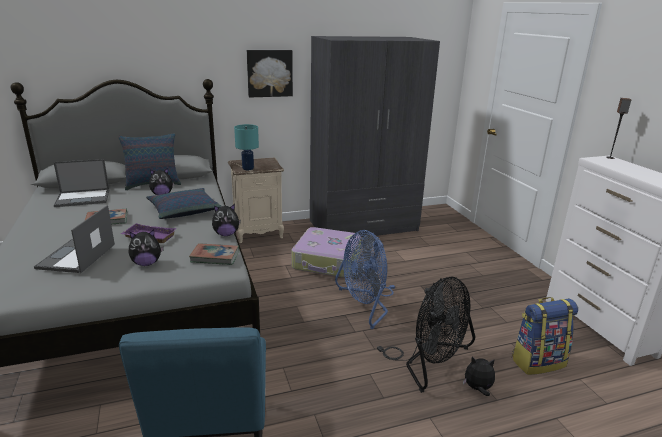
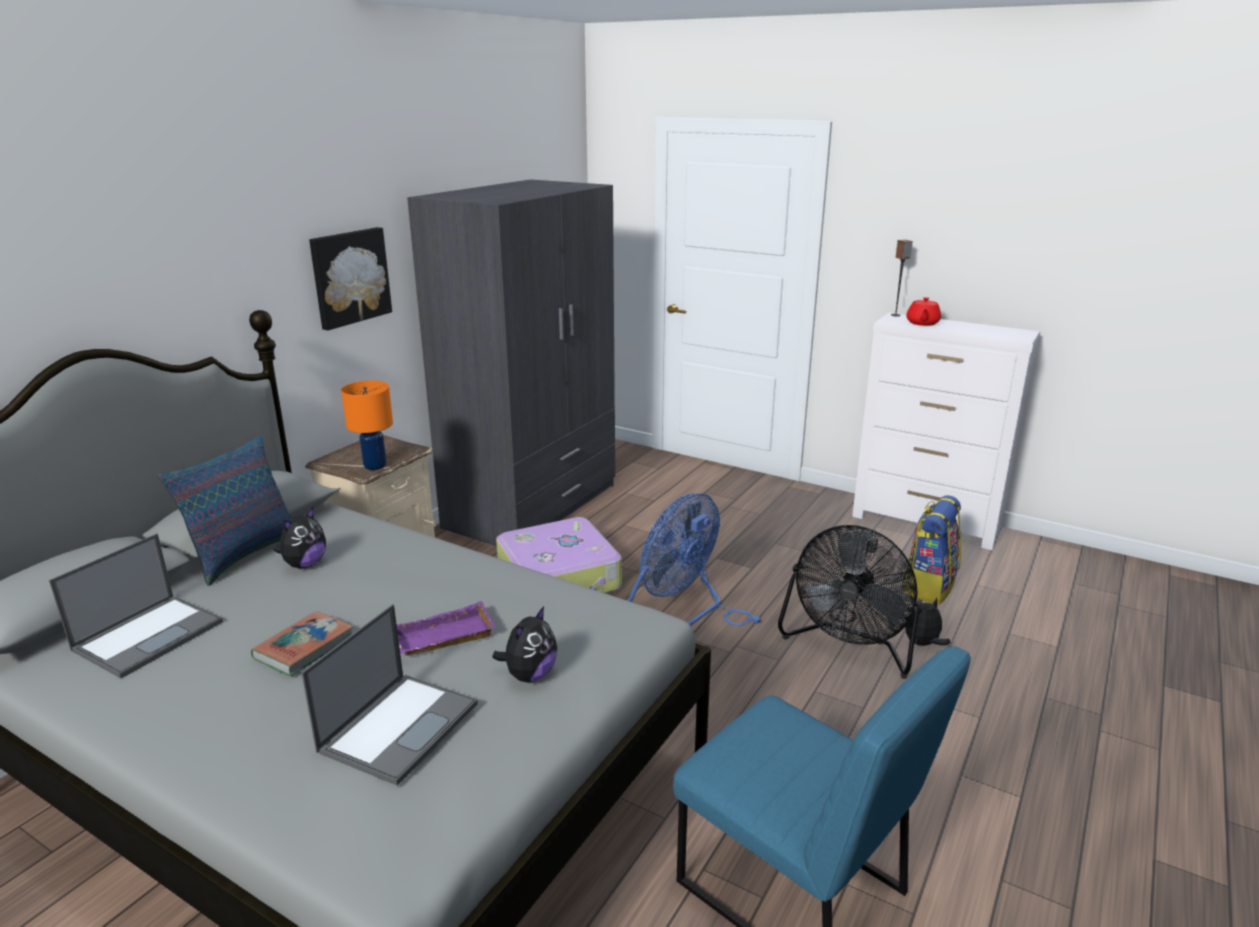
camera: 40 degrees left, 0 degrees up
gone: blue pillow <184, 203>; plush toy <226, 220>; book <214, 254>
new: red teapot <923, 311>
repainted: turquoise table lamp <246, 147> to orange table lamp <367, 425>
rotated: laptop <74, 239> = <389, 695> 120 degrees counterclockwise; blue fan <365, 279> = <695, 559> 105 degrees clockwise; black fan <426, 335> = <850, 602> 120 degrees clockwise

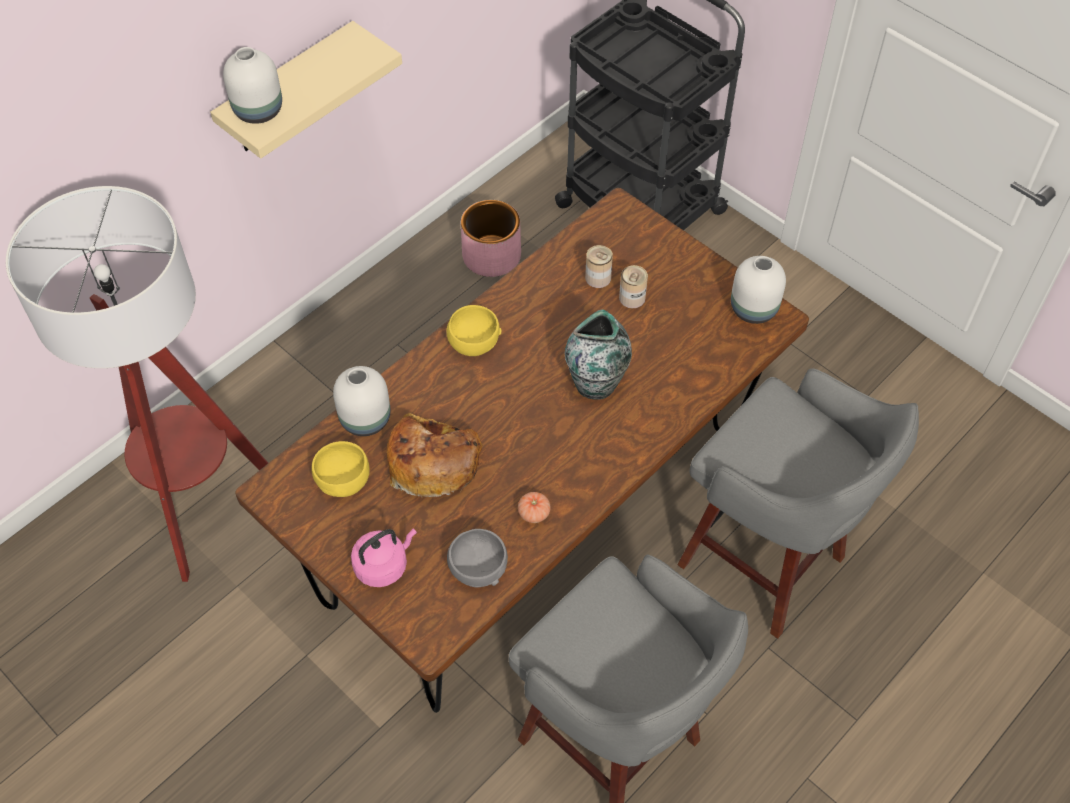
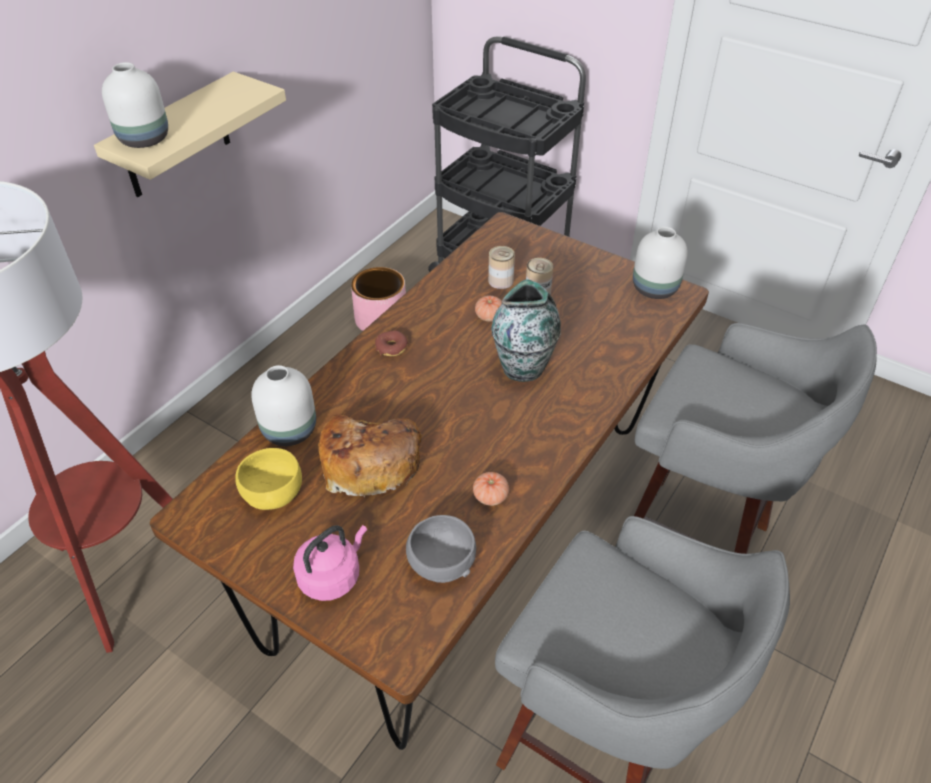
camera: 10 degrees left, 10 degrees down
new: tomato <488, 309>
swapped: yellow bowl <474, 330> to donut <391, 343>

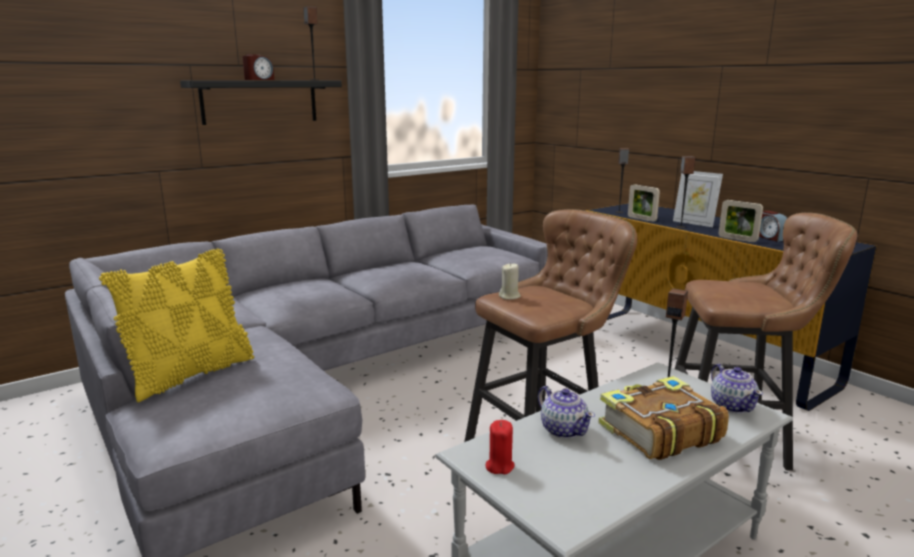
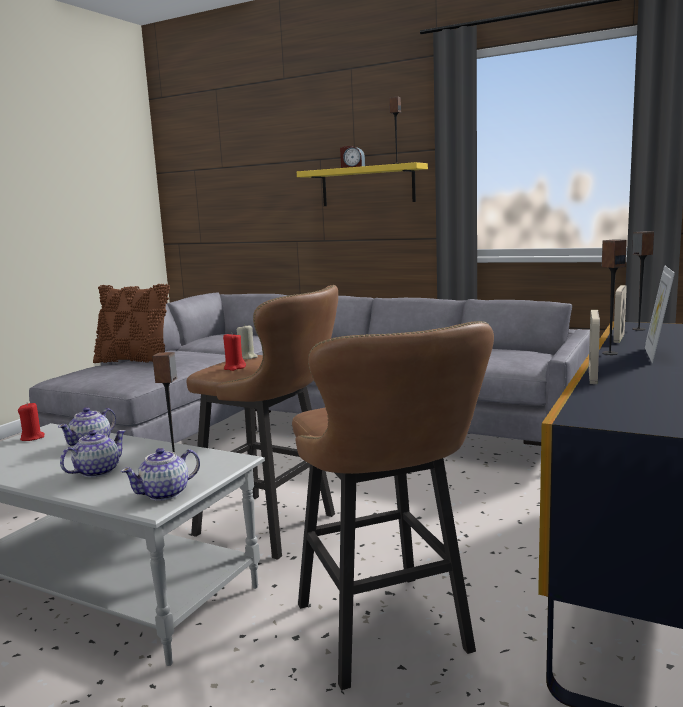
camera: 65 degrees right, 5 degrees down
gone: alarm clock <773, 226>
new: red candle <234, 351>
swapped: book <663, 418> to teapot <93, 454>
repainted: black shelf <261, 102> to yellow shelf <362, 184>; yellow pillow <176, 325> to brown pillow <131, 323>

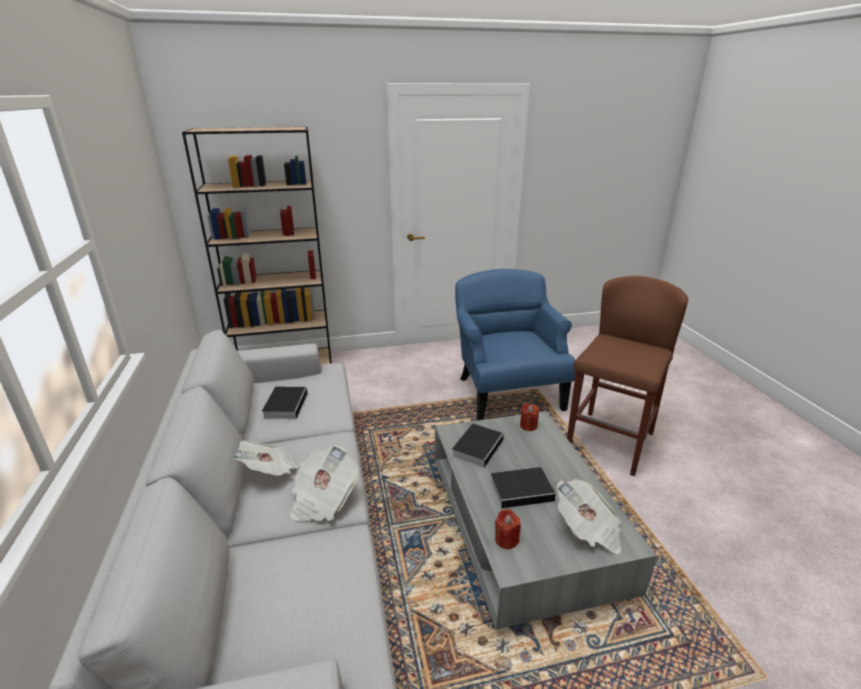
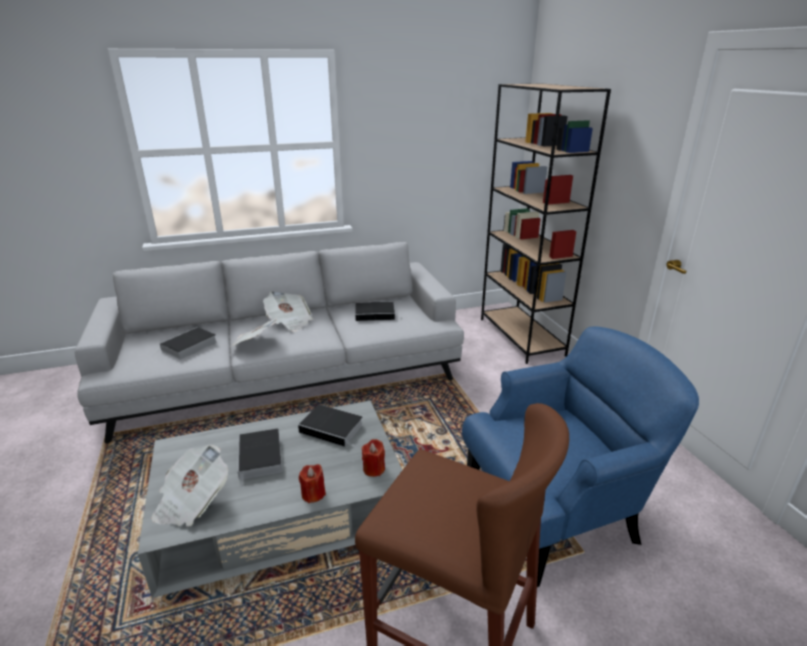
camera: 85 degrees right, 0 degrees up
new: book <186, 343>
shifted: red candle <508, 529> to <312, 483>

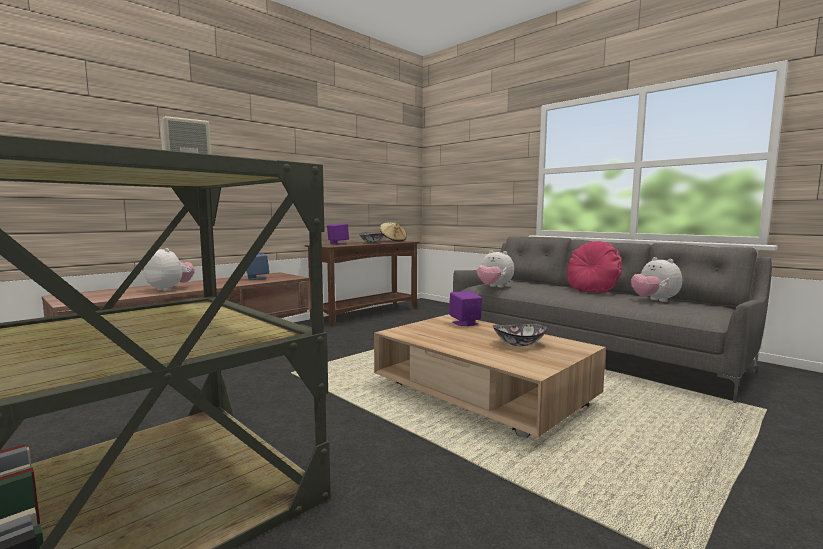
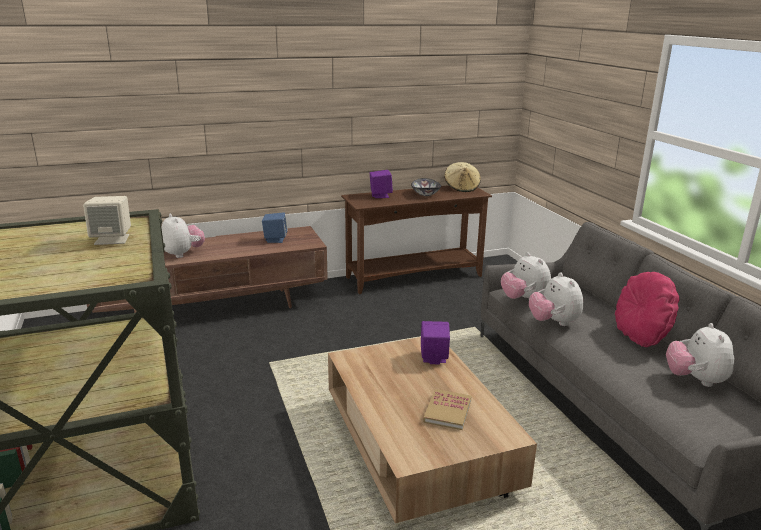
camera: 25 degrees right, 15 degrees up
new: plush toy <556, 299>
swapped: bowl <520, 335> to book <447, 409>

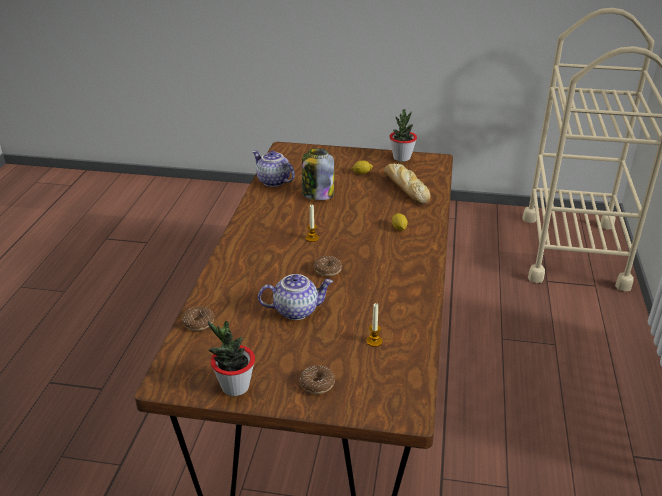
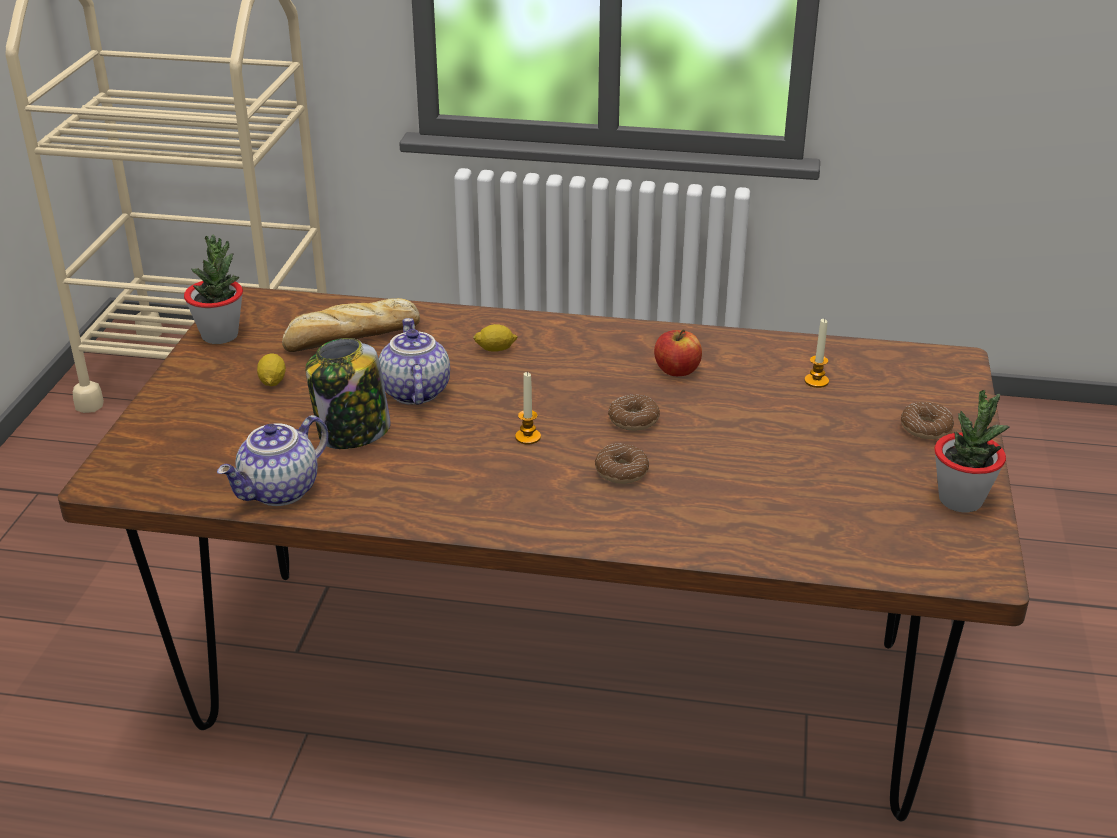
camera: 90 degrees left, 0 degrees up
new: apple <678, 352>
shifted: teapot <295, 297> to <414, 361>; donut <198, 319> to <622, 463>

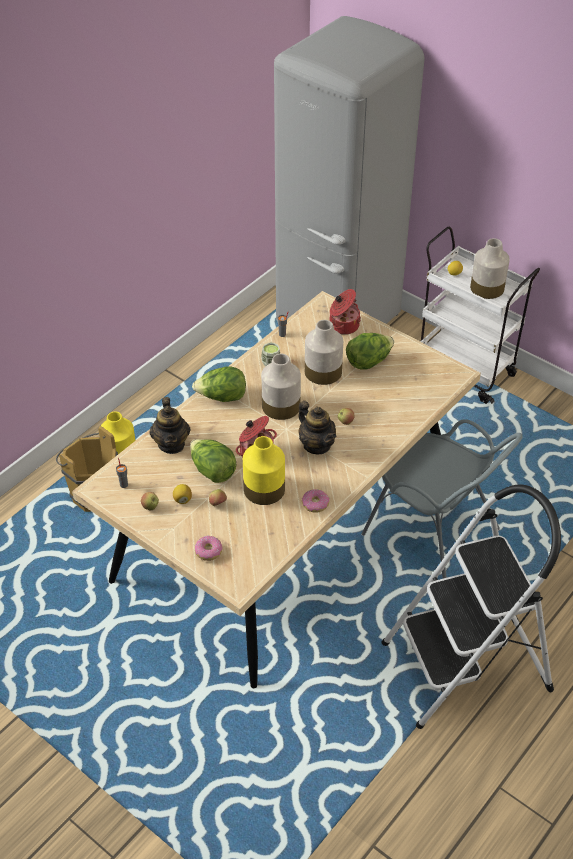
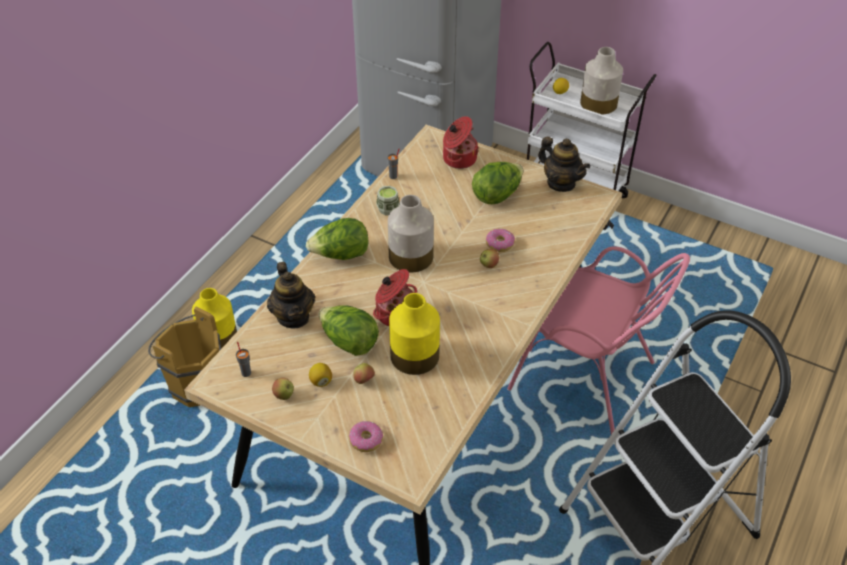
camera: 10 degrees left, 0 degrees up
gone: beige vase <324, 352>
shifted: teapot <317, 427> to <564, 164>; donut <315, 501> to <500, 240>
repainted: grey chair <442, 499> to pink chair <598, 340>

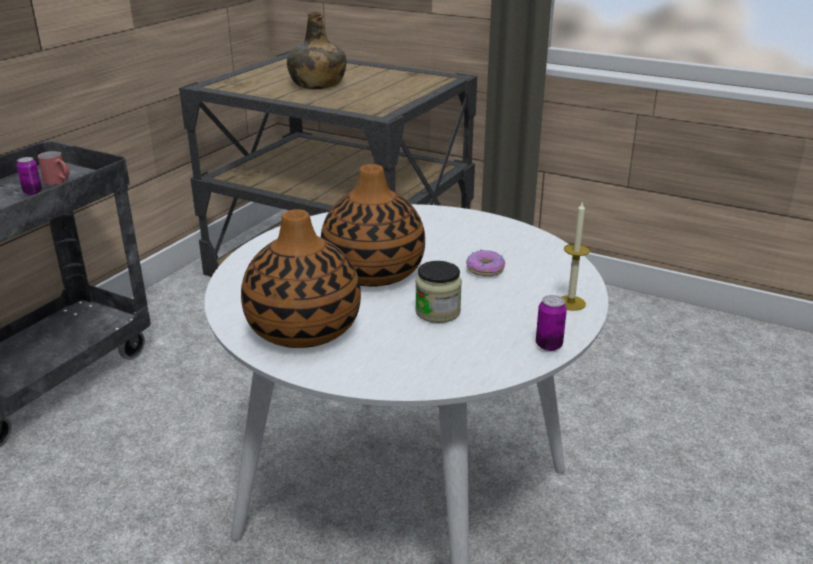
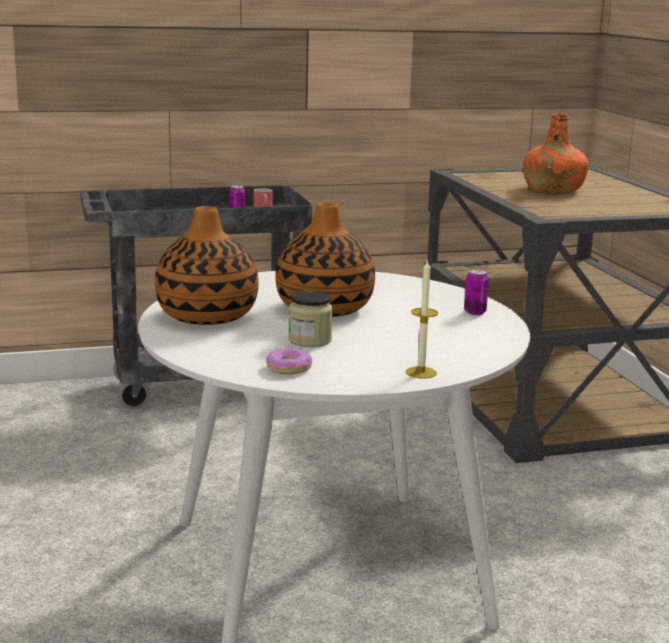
camera: 45 degrees right, 10 degrees down
shifted: donut <485, 262> to <289, 361>; can <551, 323> to <476, 292>
repainted: green bottle <316, 50> to orange bottle <556, 153>

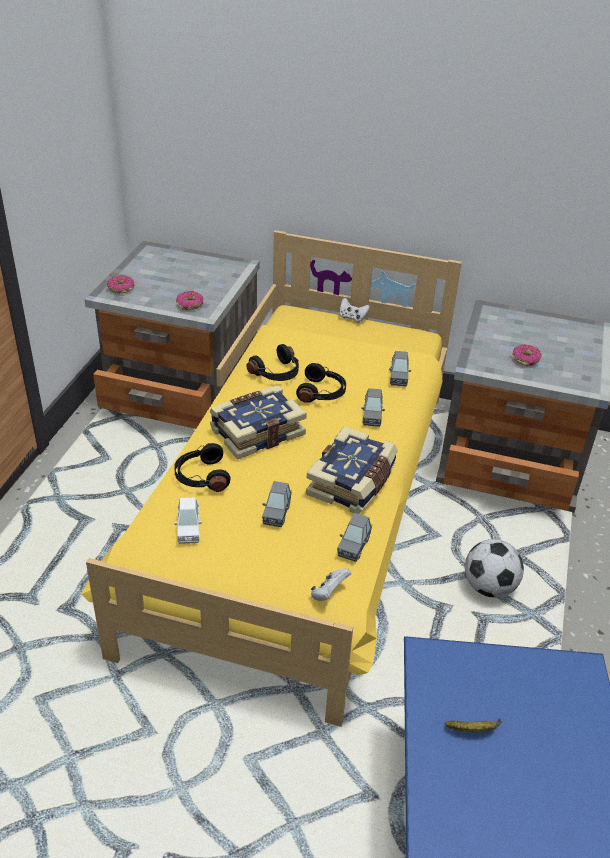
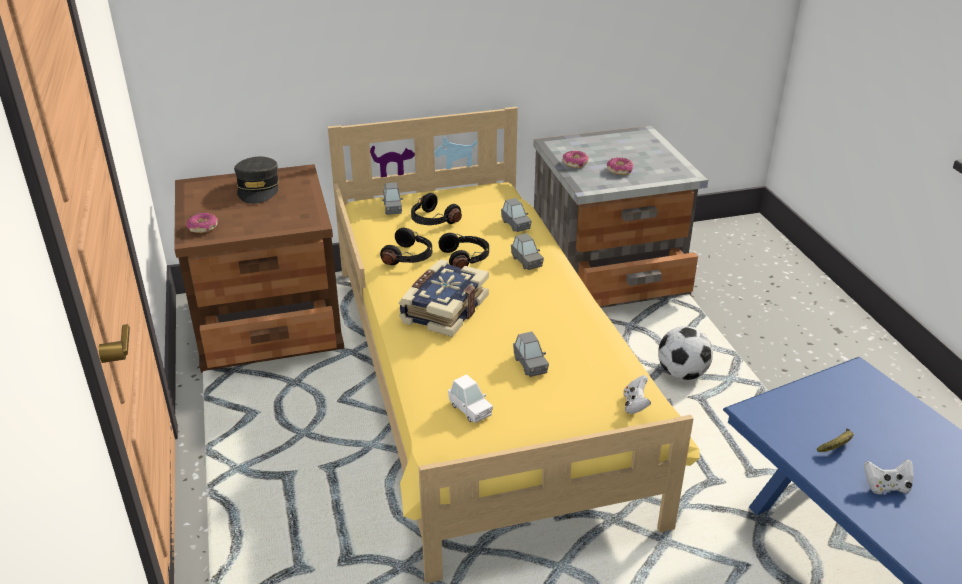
camera: 30 degrees left, 5 degrees down
gone: book <352, 470>
new: grey cap <256, 180>
shifted: donut <190, 301> to <576, 159>; white game controller <355, 310> to <889, 476>; black headphones <202, 467> to <436, 209>; grey toy car <354, 537> to <392, 198>
repainted: grey nightstand <172, 335> to brown nightstand <259, 268>

